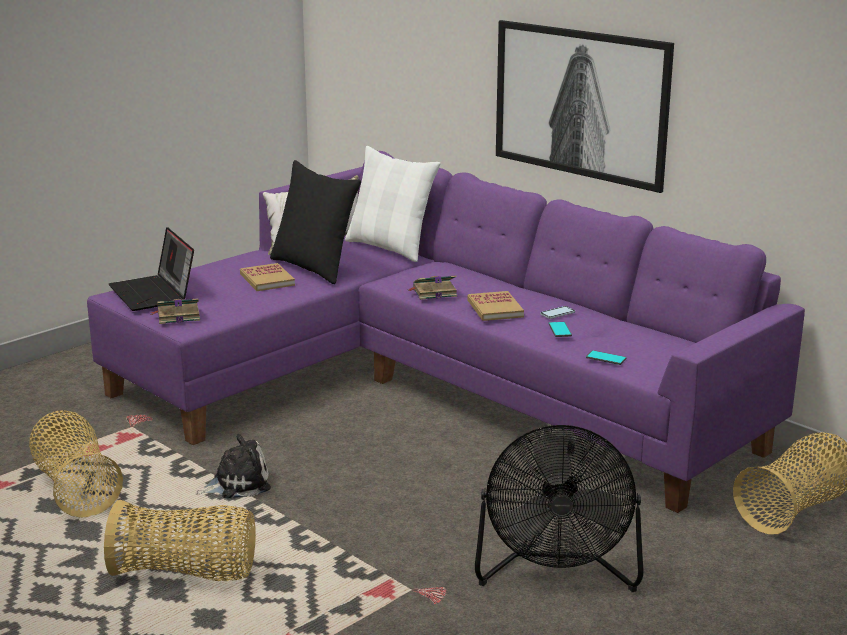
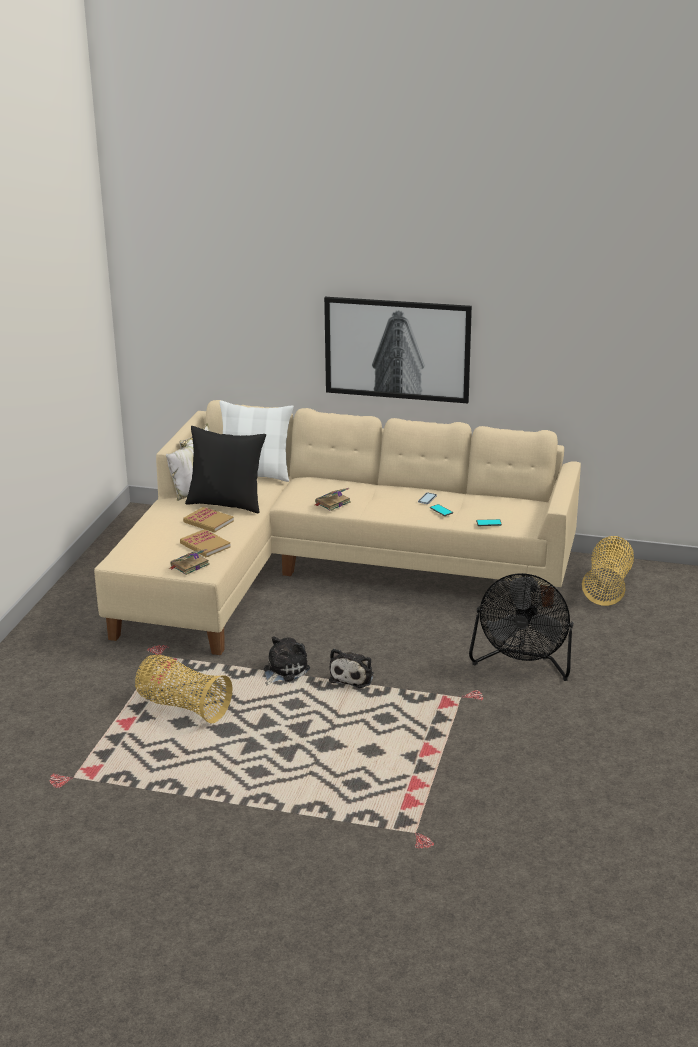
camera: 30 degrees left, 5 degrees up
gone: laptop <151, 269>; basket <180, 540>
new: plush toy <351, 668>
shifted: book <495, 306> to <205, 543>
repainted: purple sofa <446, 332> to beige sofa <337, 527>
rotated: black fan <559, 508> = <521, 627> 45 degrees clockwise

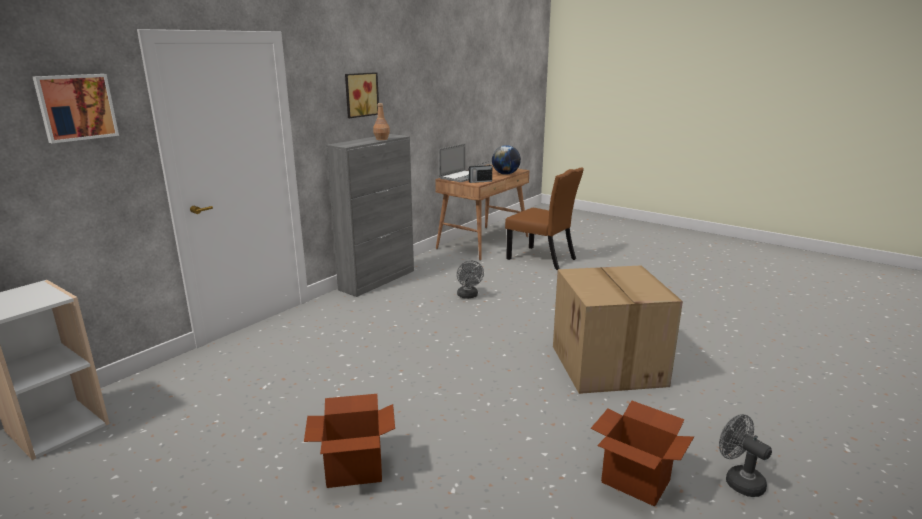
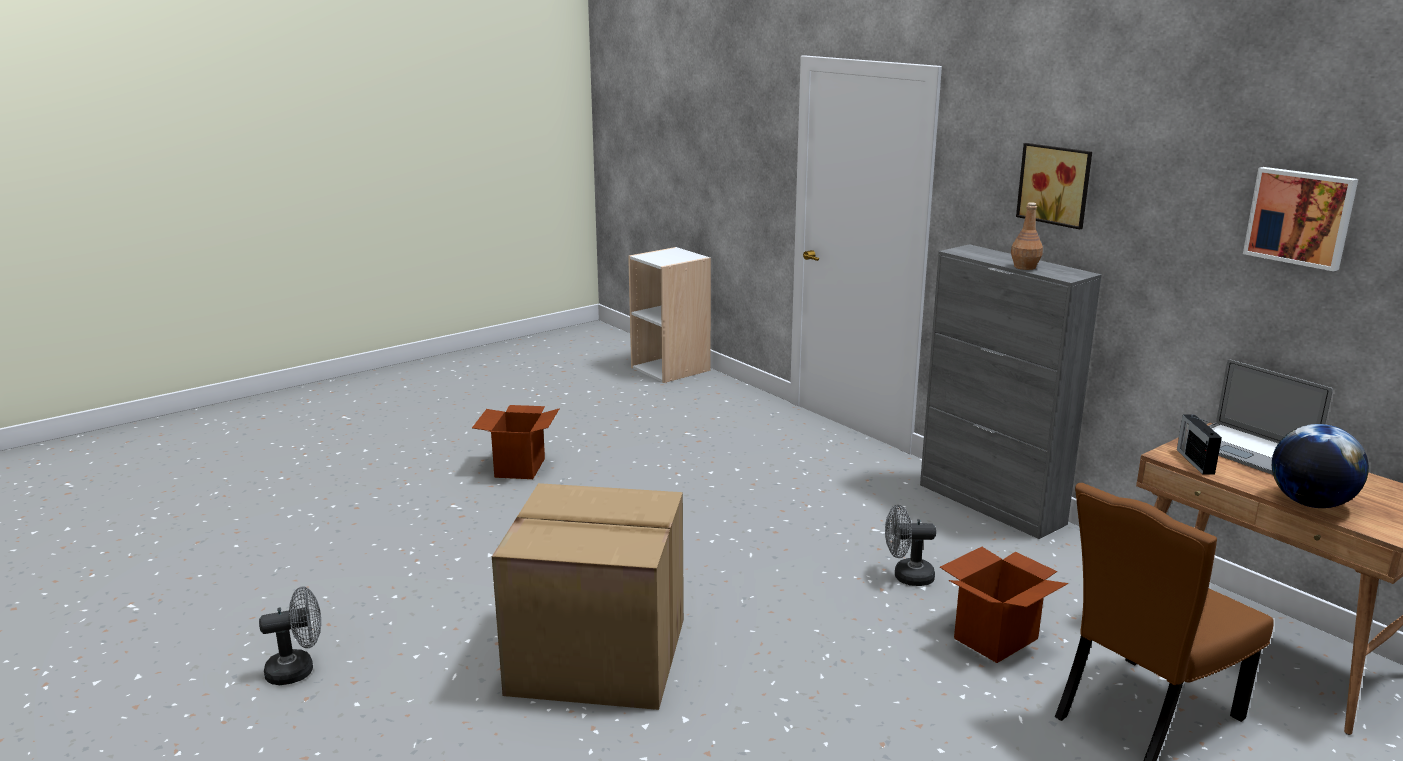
camera: 105 degrees right, 0 degrees up
shifted: picture <75, 108> to <1300, 219>; cardboard box <642, 453> to <1004, 605>

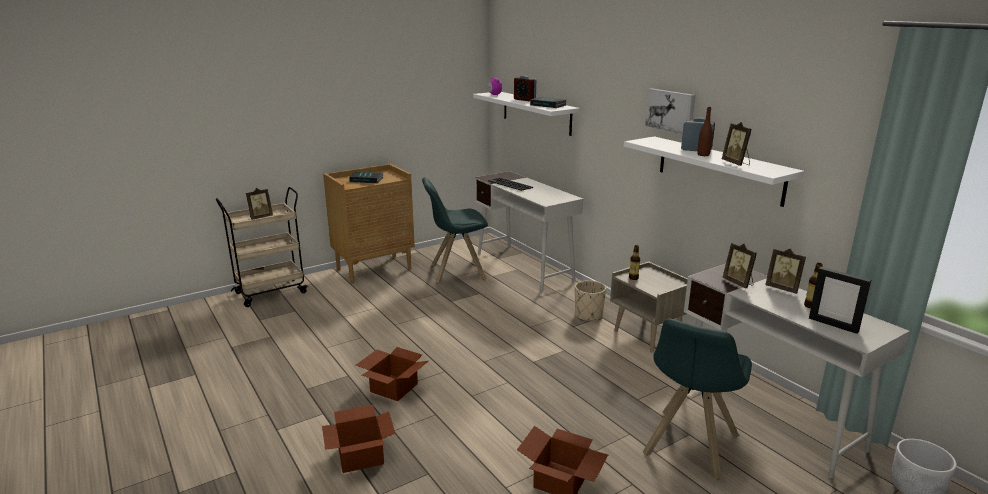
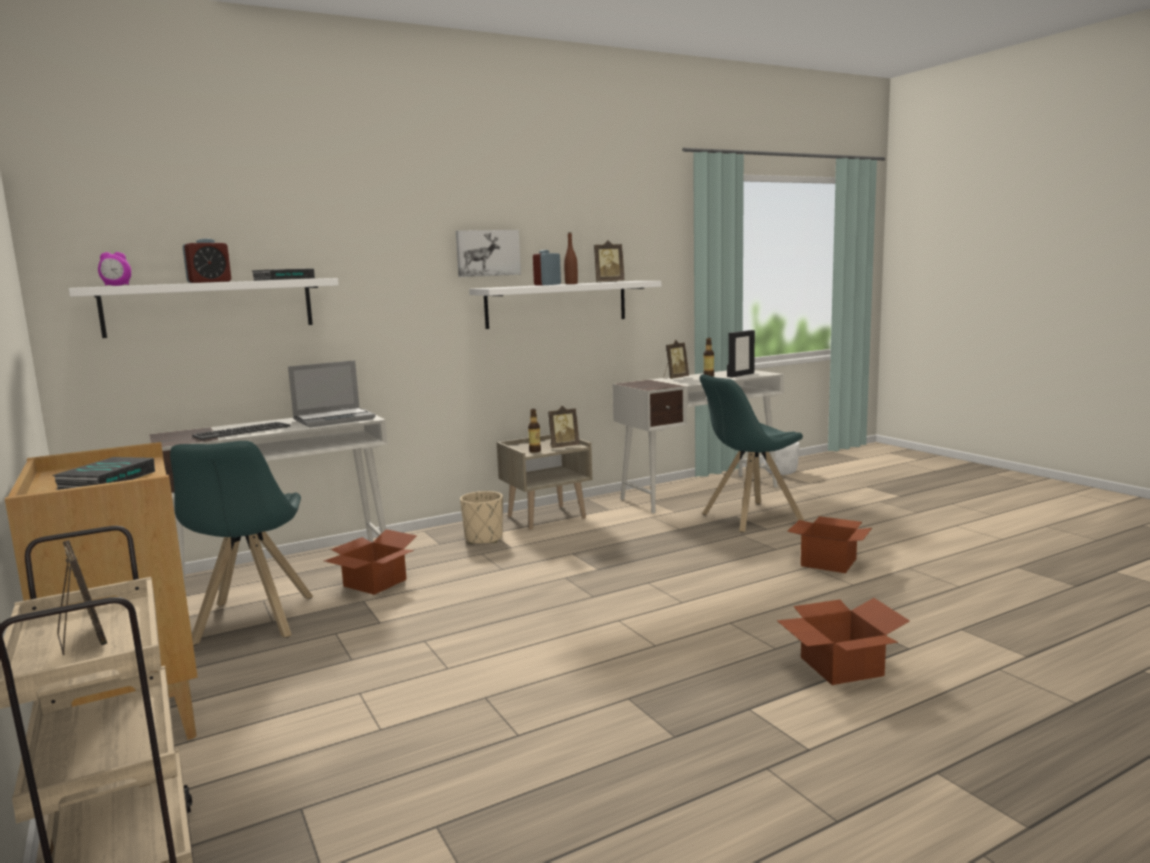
camera: 85 degrees left, 10 degrees down
new: laptop <332, 394>
shifted: picture frame <739, 265> to <563, 427>; cardboard box <392, 374> to <370, 562>
rotated: turquoise chair <697, 399> = <752, 453> 120 degrees clockwise

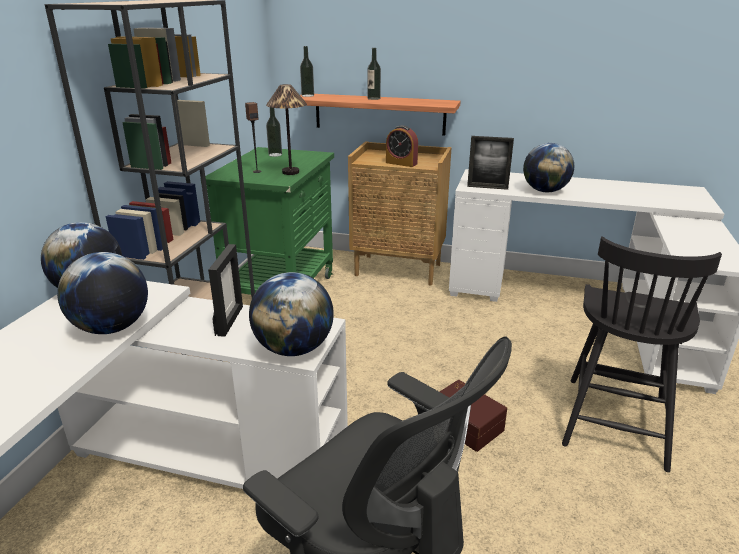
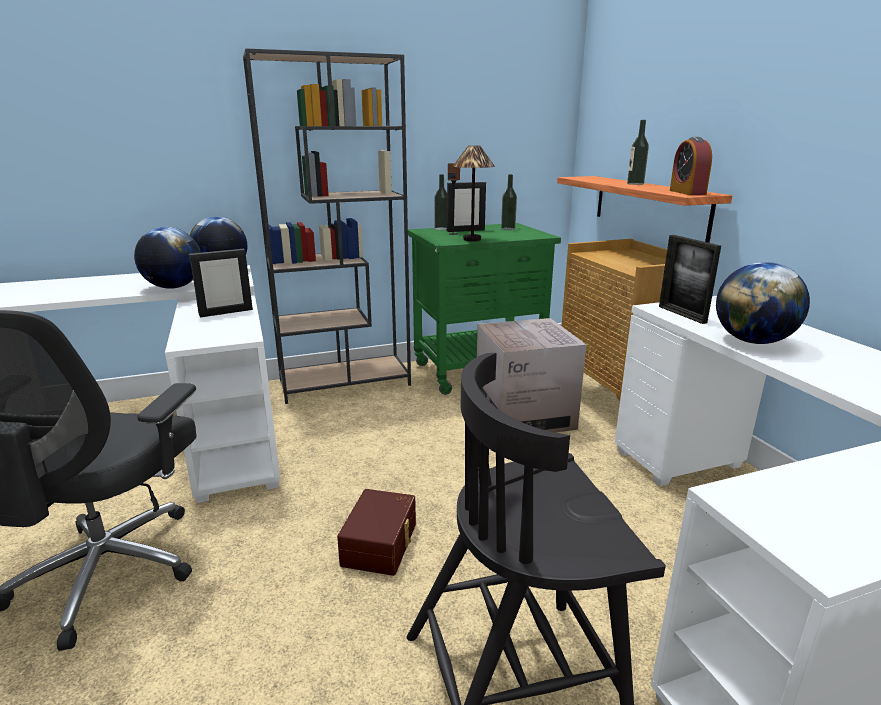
camera: 55 degrees right, 5 degrees down
gone: globe <291, 314>
new: picture frame <466, 207>; cardboard box <531, 375>
shifted: bottle <307, 71> to <440, 202>; alarm clock <402, 146> to <691, 166>

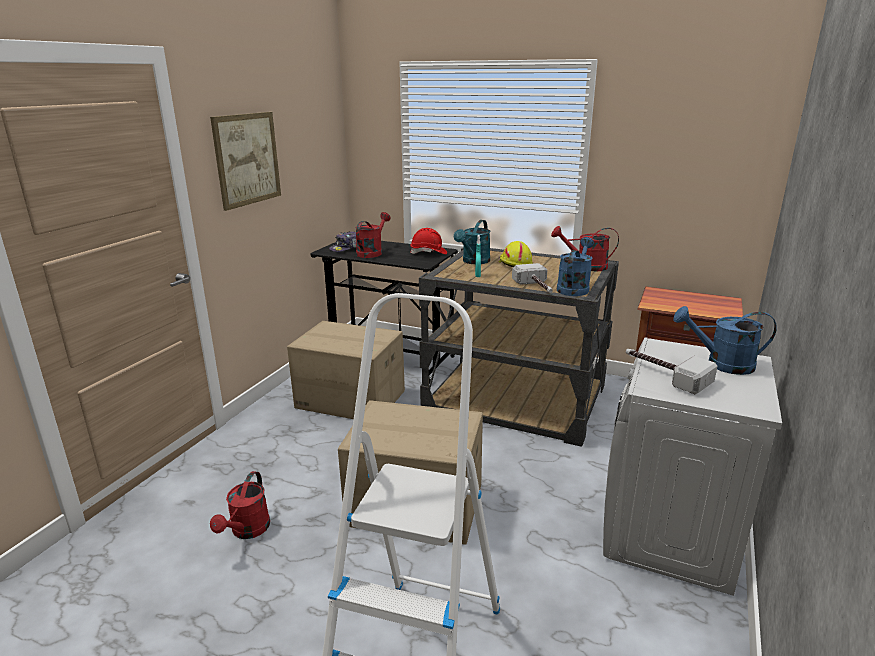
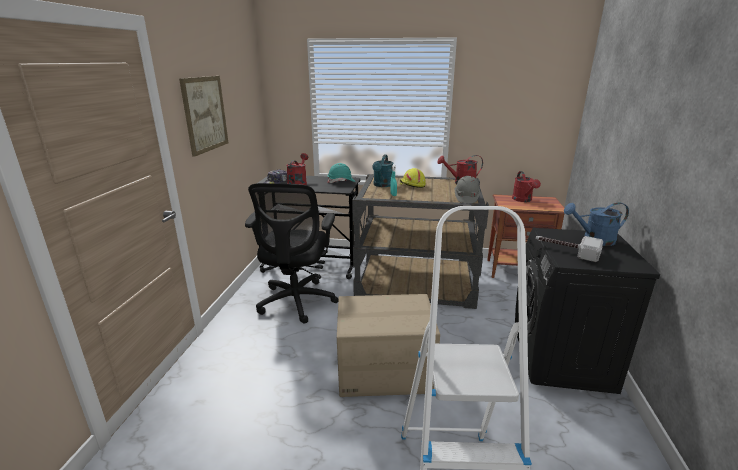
camera: 15 degrees left, 0 degrees up
gone: hammer <532, 278>
shifted: red watering can <240, 505> to <526, 186>
swapped: blue watering can <575, 266> to grey hard hat <467, 189>; cardboard box <346, 370> to black office chair <292, 253>
repainted: red hard hat <428, 241> to turquoise hard hat <341, 173>; white washing machine <692, 467> to black washing machine <587, 311>

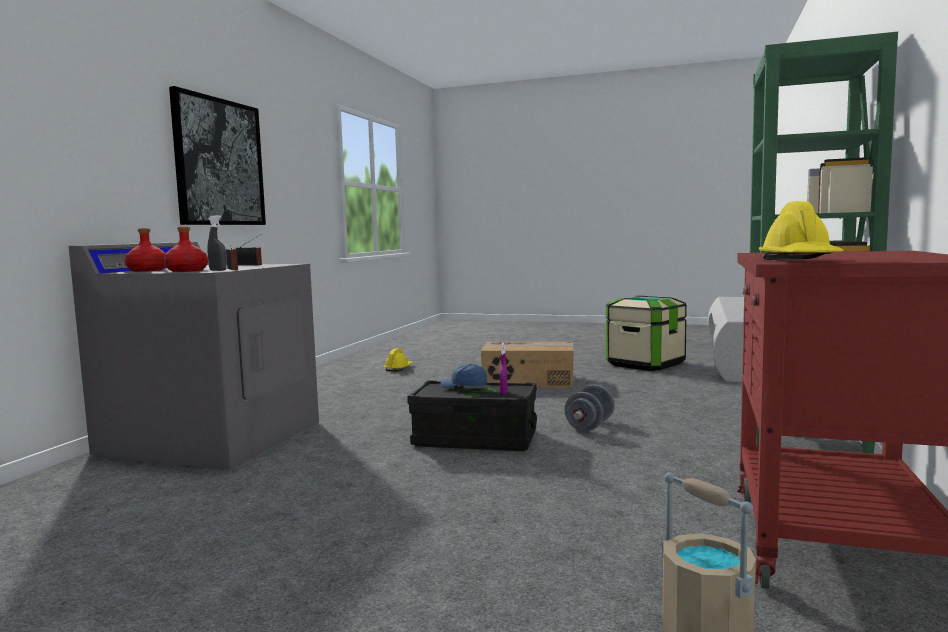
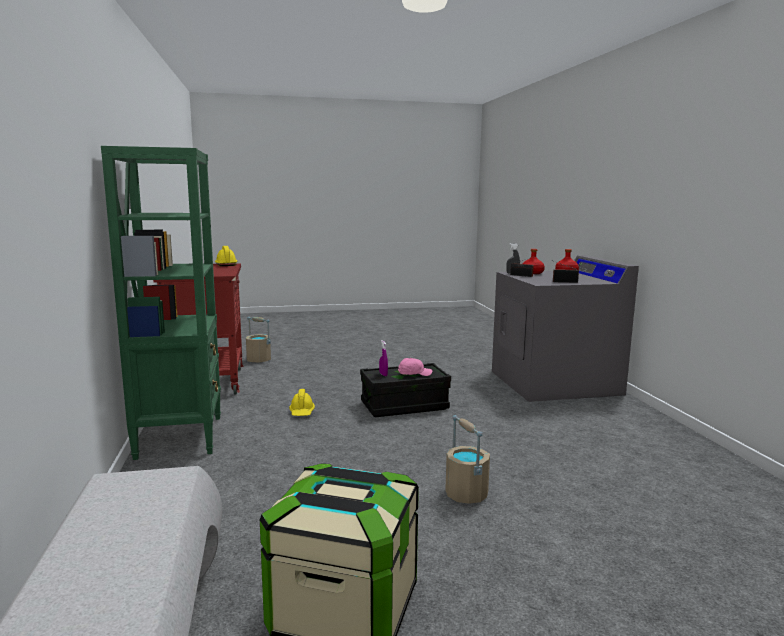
camera: 150 degrees right, 5 degrees up
gone: picture <217, 155>; grey dumbbell <590, 408>
shifted: yellow hard hat <398, 360> to <302, 402>
swapped: cardboard box <527, 365> to beige bucket <467, 459>
repainted: blue cap <464, 376> to pink cap <415, 367>

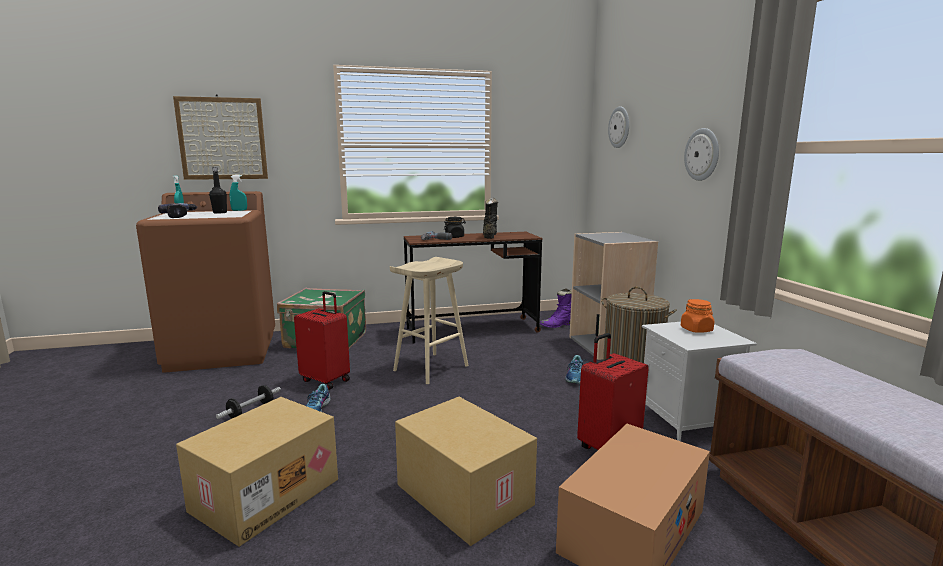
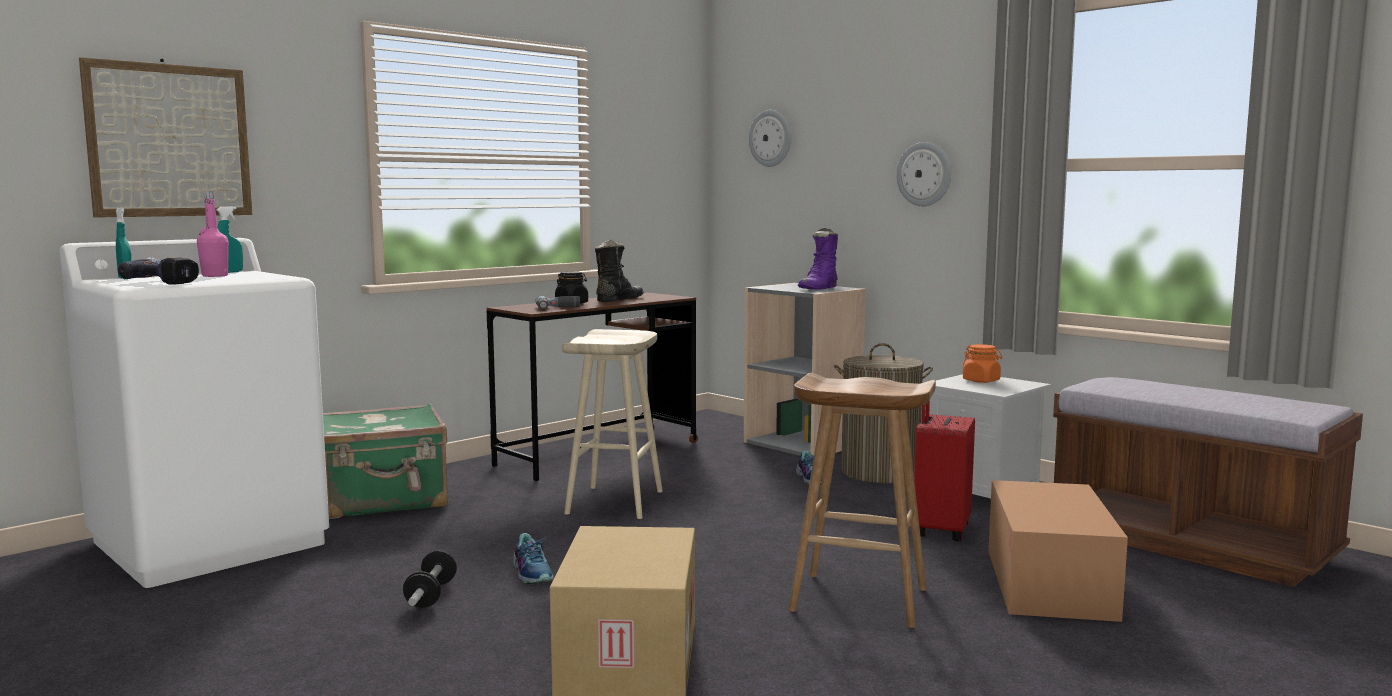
camera: 30 degrees left, 5 degrees down
gone: red suitcase <322, 340>
shifted: purple boot <556, 308> to <818, 258>
swapped: cardboard box <466, 471> to brown stool <862, 500>
repainted: black bottle <218, 190> to pink bottle <213, 234>; brown washing machine <205, 282> to white washing machine <194, 413>
rotated: black boot <490, 218> = <619, 271> 60 degrees clockwise

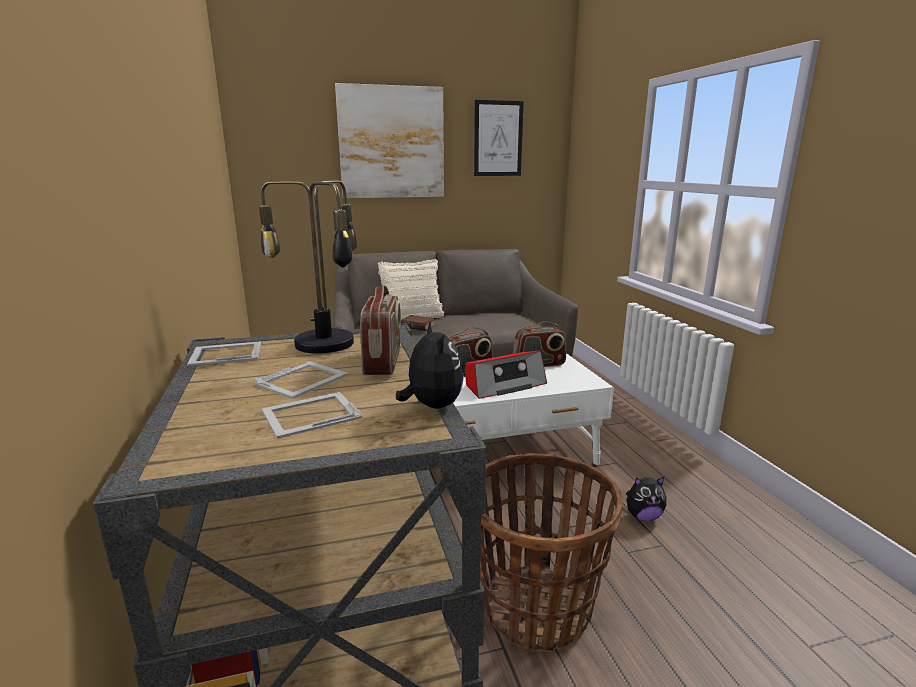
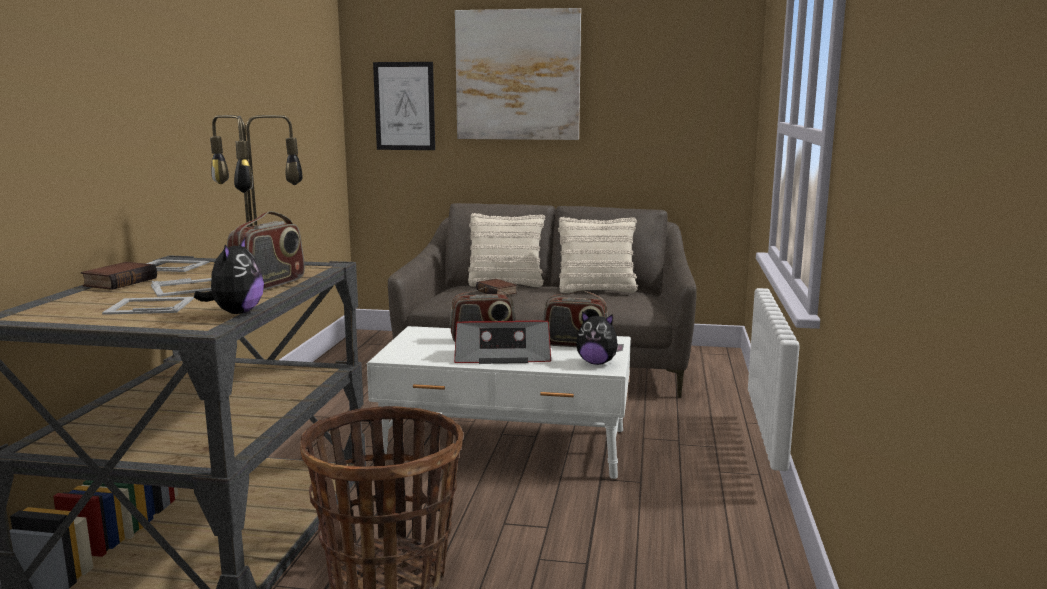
camera: 25 degrees right, 5 degrees down
new: beige pillow <598, 255>; book <119, 276>
shifted: picture <499, 138> to <404, 106>; plush toy <646, 499> to <600, 338>

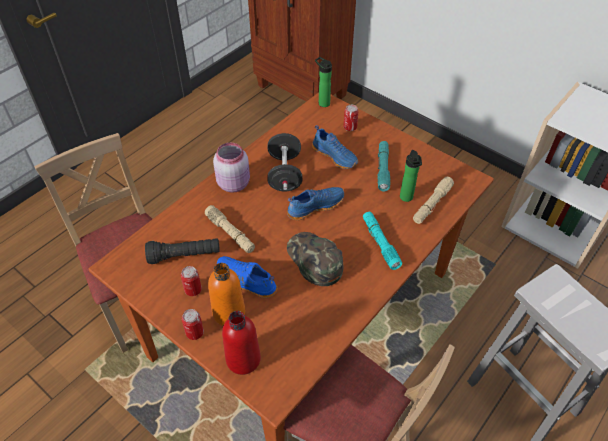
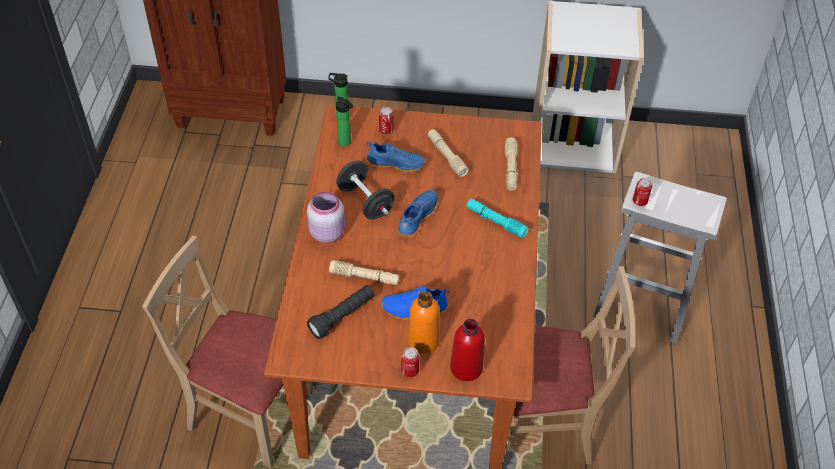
camera: 35 degrees left, 0 degrees up
gone: green cap <315, 259>
shifted: bottle <411, 176> to <344, 122>; can <191, 281> to <642, 192>
repainted: turquoise flashlight <384, 166> to beige flashlight <448, 153>

